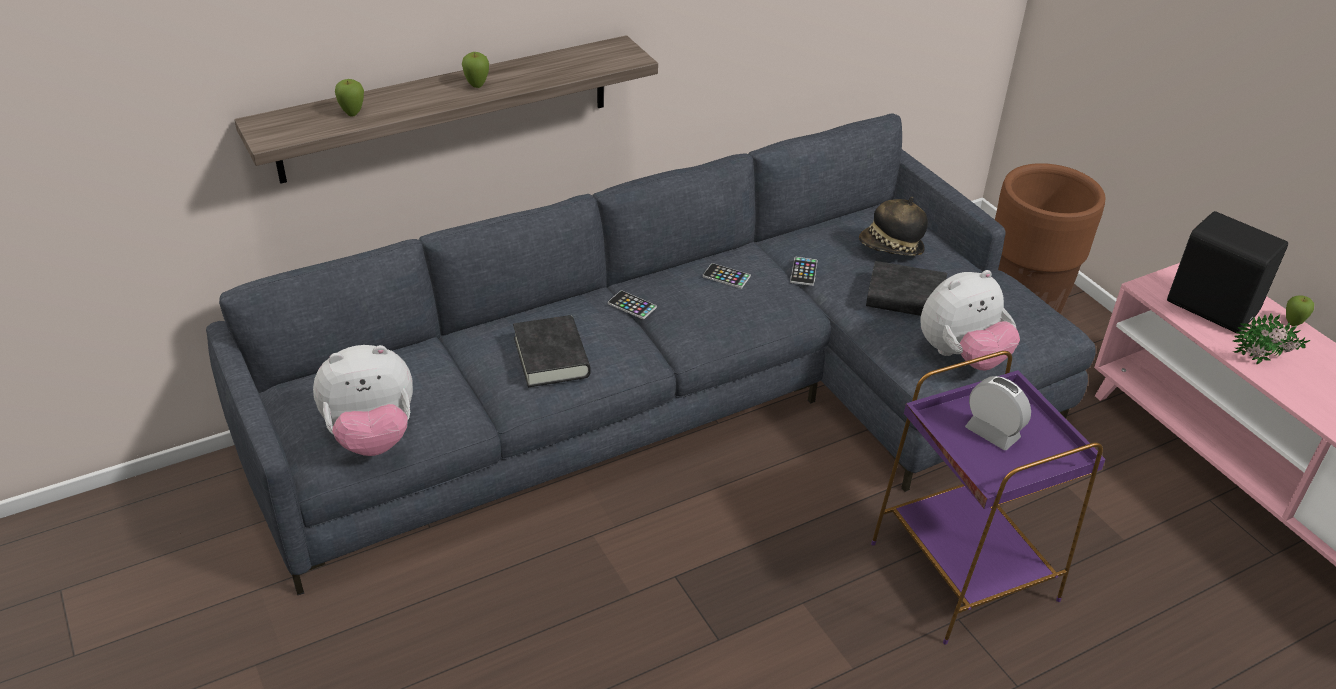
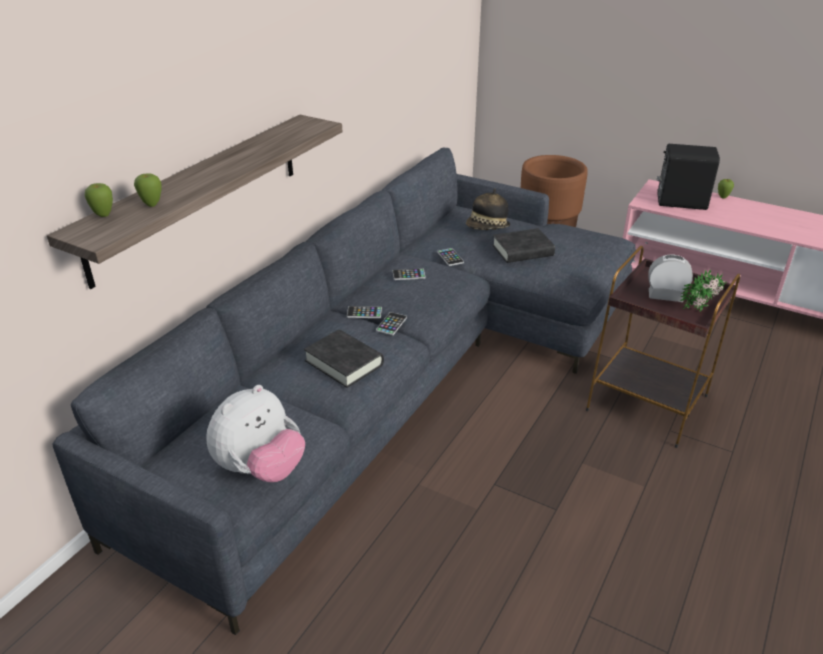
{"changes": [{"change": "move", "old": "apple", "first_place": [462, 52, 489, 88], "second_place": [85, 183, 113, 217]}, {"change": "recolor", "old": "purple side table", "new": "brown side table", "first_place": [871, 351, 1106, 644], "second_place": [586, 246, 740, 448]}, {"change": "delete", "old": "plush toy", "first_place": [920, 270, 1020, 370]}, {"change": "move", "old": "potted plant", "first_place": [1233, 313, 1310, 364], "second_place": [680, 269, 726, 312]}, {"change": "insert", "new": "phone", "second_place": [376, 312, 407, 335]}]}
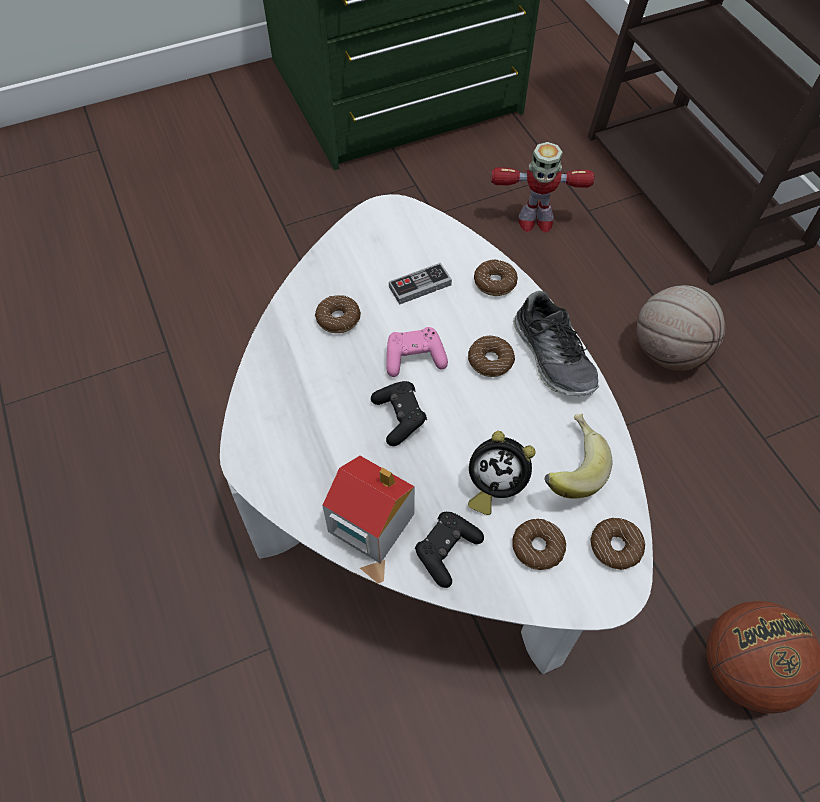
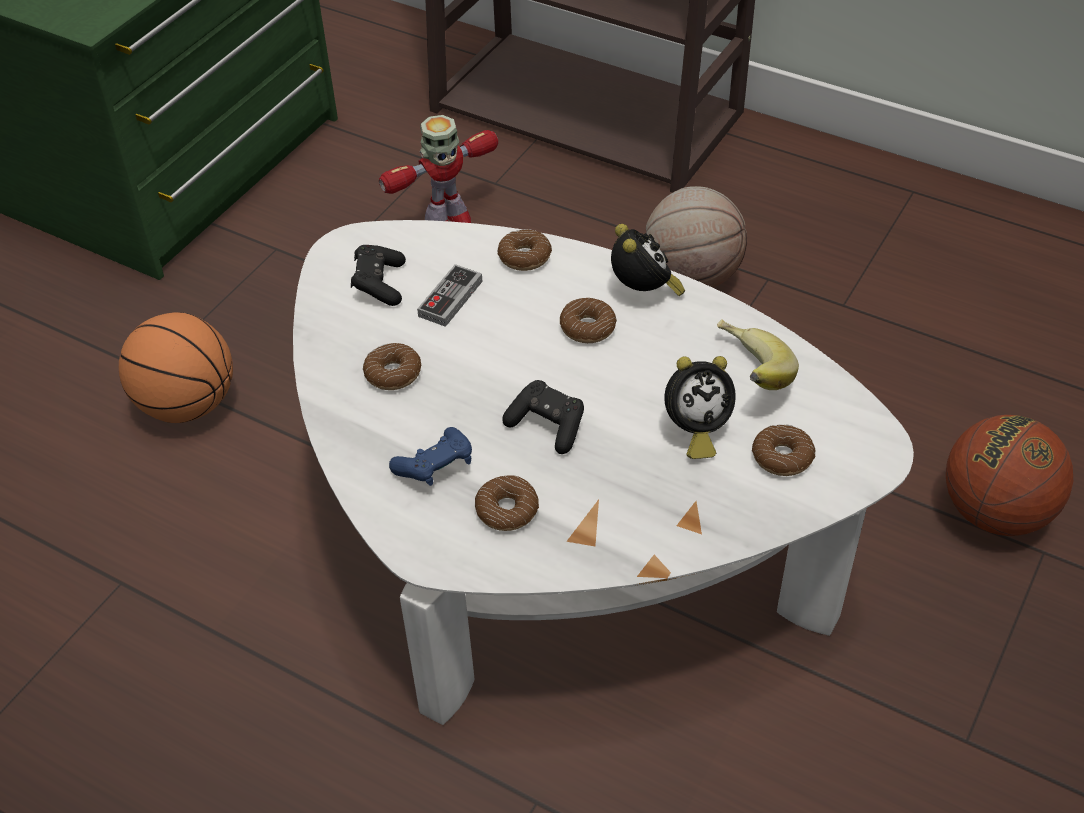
{"changes": [{"change": "delete", "old": "toy house", "first_place": [322, 456, 415, 563]}, {"change": "delete", "old": "pink game controller", "first_place": [386, 327, 448, 377]}, {"change": "move", "old": "black game controller", "first_place": [415, 512, 484, 588], "second_place": [351, 245, 406, 306]}, {"change": "replace", "old": "shoe", "new": "alarm clock", "first_place": [513, 291, 599, 396], "second_place": [611, 224, 685, 296]}, {"change": "move", "old": "donut", "first_place": [590, 518, 645, 570], "second_place": [475, 475, 539, 531]}, {"change": "insert", "new": "basketball", "second_place": [119, 312, 233, 423]}, {"change": "insert", "new": "blue game controller", "second_place": [389, 427, 472, 486]}]}
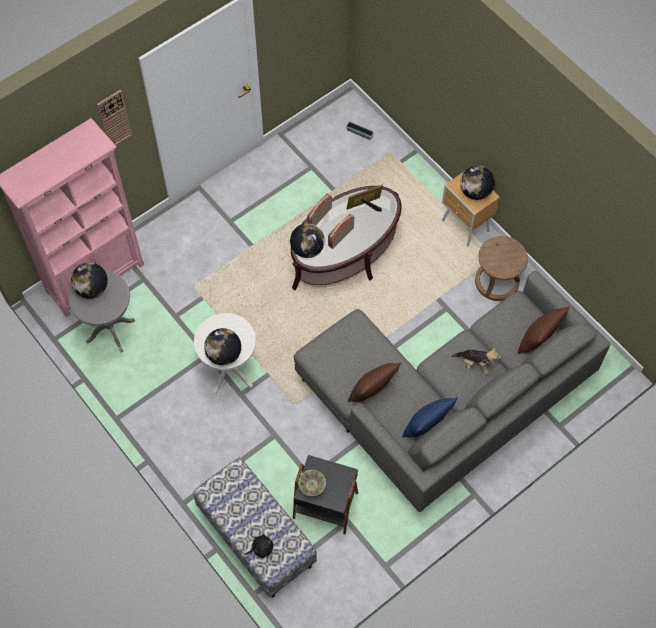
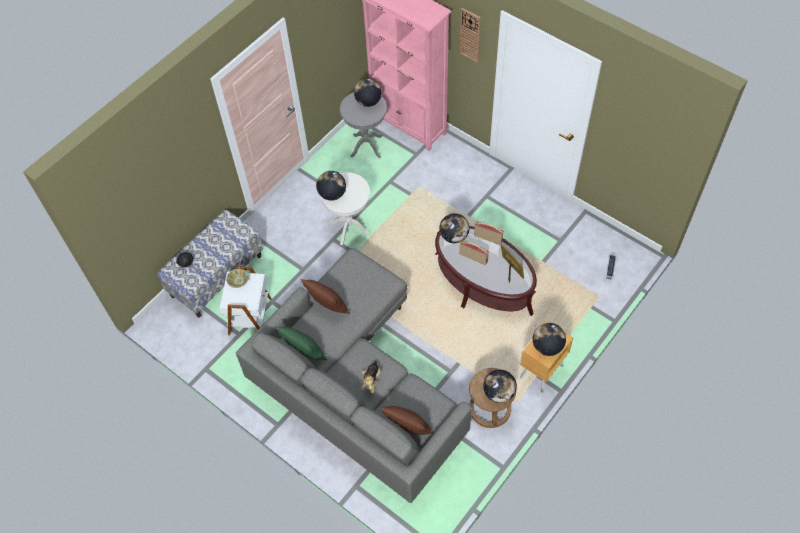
{"changes": [{"change": "recolor", "old": "black side table", "new": "white side table", "first_place": [293, 455, 358, 534], "second_place": [220, 266, 272, 335]}, {"change": "recolor", "old": "blue pillow", "new": "green pillow", "first_place": [402, 398, 458, 438], "second_place": [275, 326, 327, 360]}, {"change": "insert", "new": "globe", "second_place": [483, 370, 517, 403]}]}
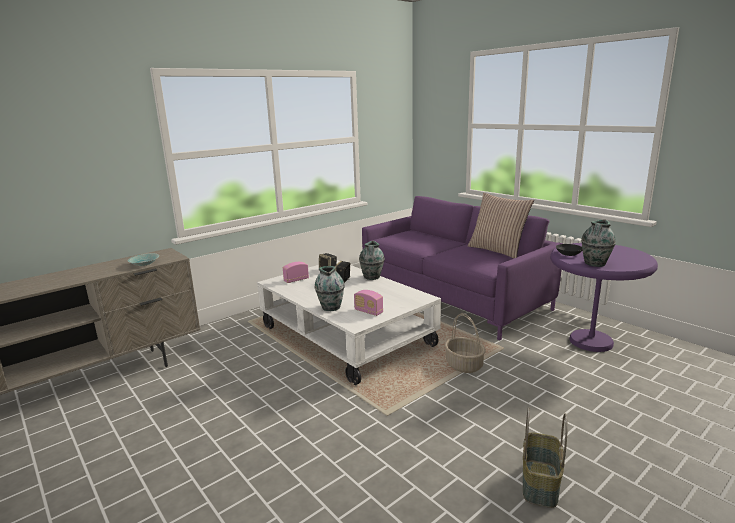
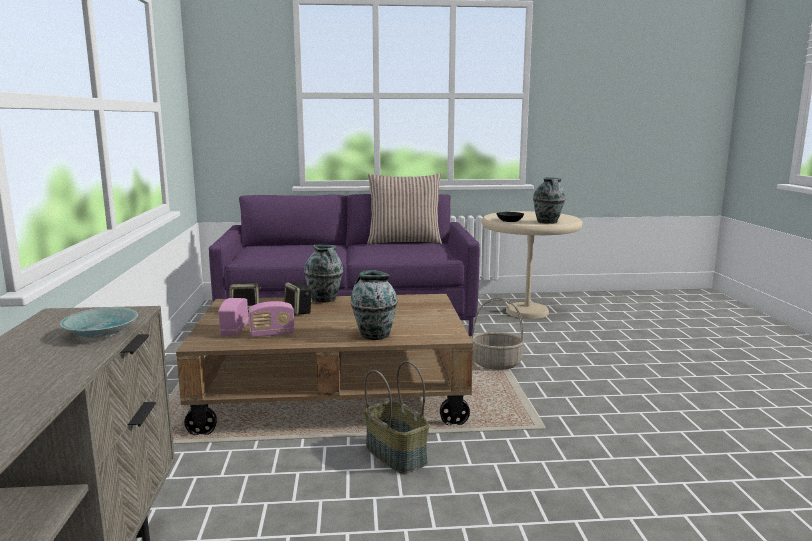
{"changes": [{"change": "recolor", "old": "white coffee table", "new": "brown coffee table", "first_place": [257, 260, 441, 385], "second_place": [176, 294, 473, 435]}, {"change": "move", "old": "radio", "first_place": [354, 290, 383, 316], "second_place": [249, 301, 295, 337]}, {"change": "move", "old": "basket", "first_place": [523, 407, 568, 508], "second_place": [364, 361, 429, 474]}, {"change": "recolor", "old": "purple side table", "new": "beige side table", "first_place": [550, 243, 658, 352], "second_place": [482, 211, 582, 319]}]}
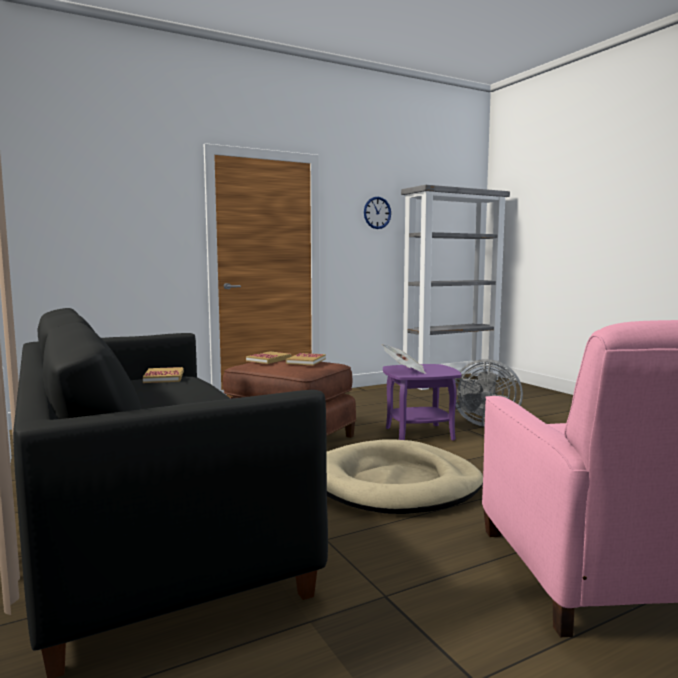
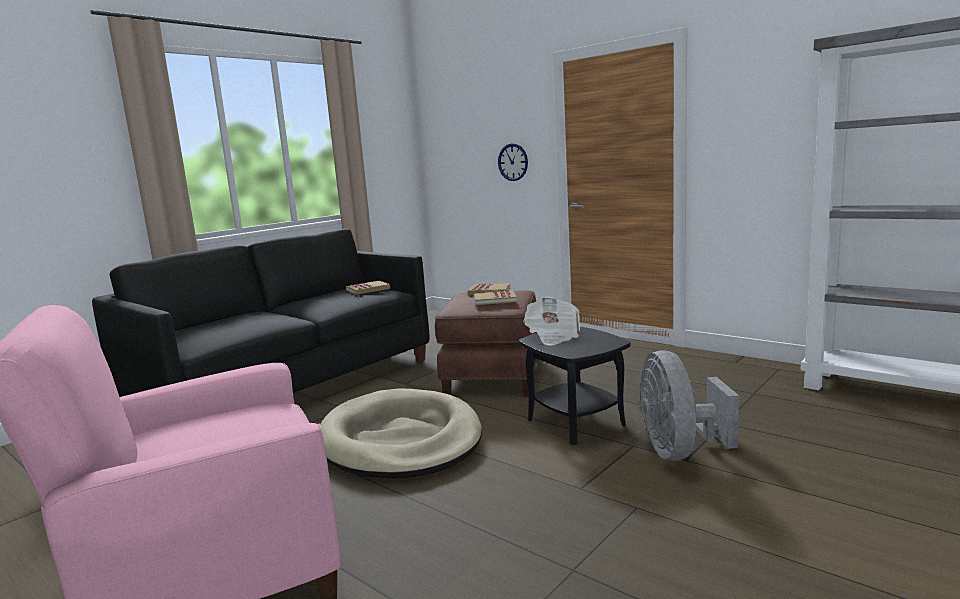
{"changes": [{"change": "move", "old": "wall clock", "first_place": [364, 197, 391, 229], "second_place": [498, 143, 528, 181]}, {"change": "recolor", "old": "purple side table", "new": "black side table", "first_place": [383, 364, 462, 441], "second_place": [519, 326, 631, 445]}]}
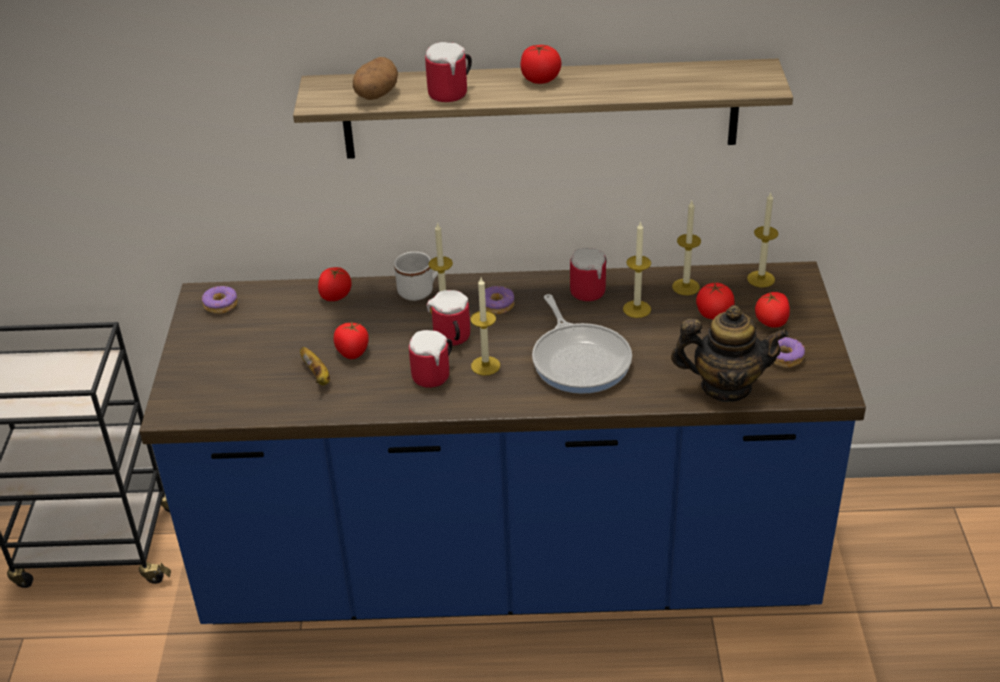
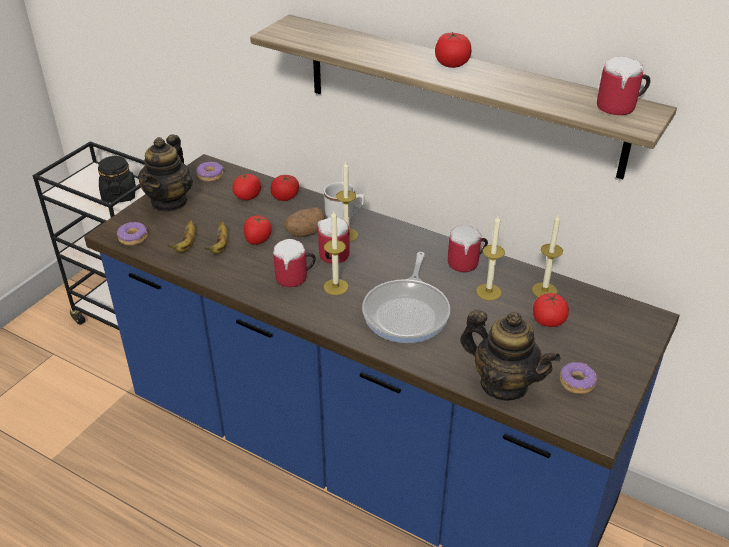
{"changes": [{"change": "move", "old": "potato", "first_place": [353, 57, 398, 100], "second_place": [284, 207, 325, 237]}, {"change": "move", "old": "mug", "first_place": [425, 42, 472, 102], "second_place": [597, 57, 650, 115]}, {"change": "move", "old": "donut", "first_place": [485, 286, 515, 314], "second_place": [117, 222, 148, 246]}, {"change": "delete", "old": "candle", "first_place": [747, 193, 778, 287]}, {"change": "move", "old": "tomato", "first_place": [755, 291, 790, 328], "second_place": [232, 173, 261, 200]}, {"change": "insert", "new": "black jar", "second_place": [98, 156, 136, 203]}, {"change": "insert", "new": "teapot", "second_place": [138, 134, 193, 212]}, {"change": "insert", "new": "banana", "second_place": [167, 220, 195, 252]}]}
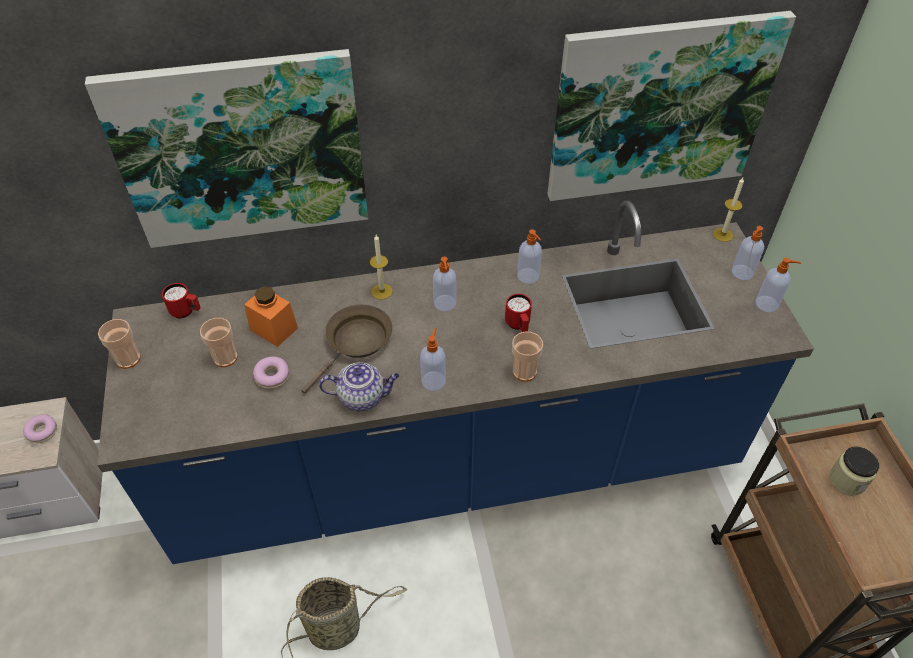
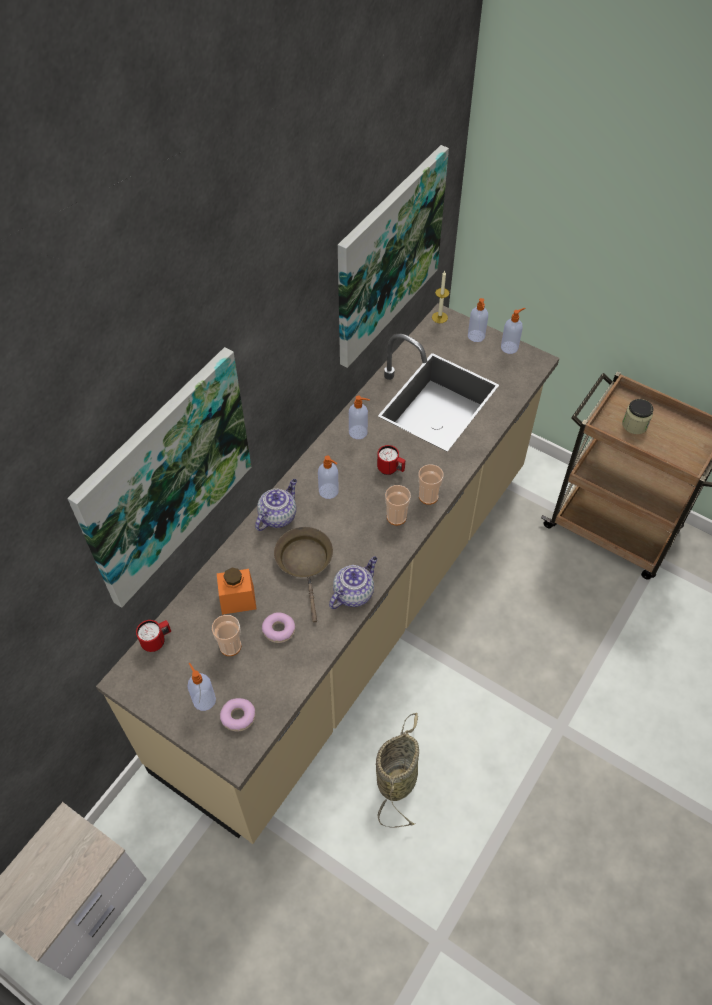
{"changes": [{"change": "move", "old": "donut", "first_place": [23, 414, 57, 443], "second_place": [220, 698, 255, 731]}, {"change": "recolor", "old": "blue counter", "new": "beige counter", "first_place": [97, 200, 814, 564], "second_place": [96, 303, 559, 844]}, {"change": "move", "old": "cup", "first_place": [98, 319, 141, 369], "second_place": [385, 485, 411, 525]}, {"change": "replace", "old": "candle", "new": "teapot", "first_place": [370, 235, 393, 299], "second_place": [255, 479, 297, 531]}, {"change": "move", "old": "soap dispenser", "first_place": [420, 327, 446, 391], "second_place": [187, 663, 216, 711]}]}
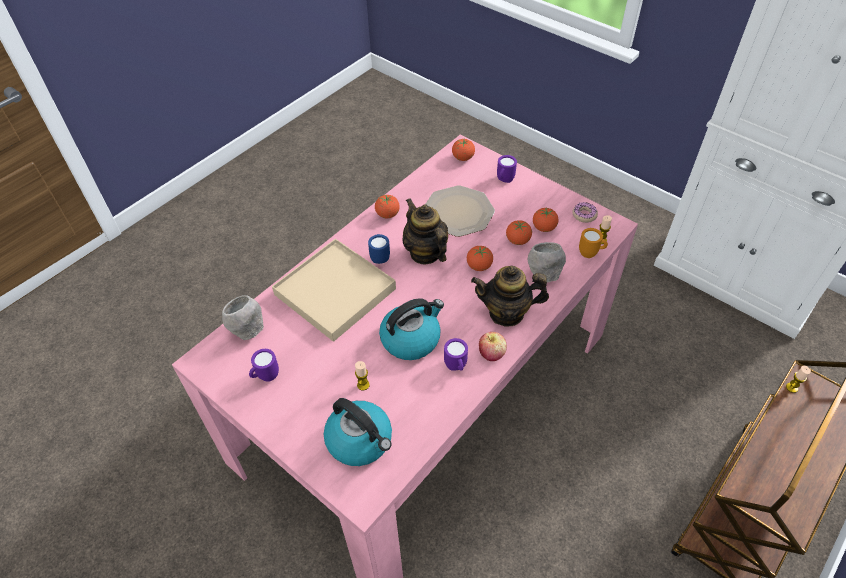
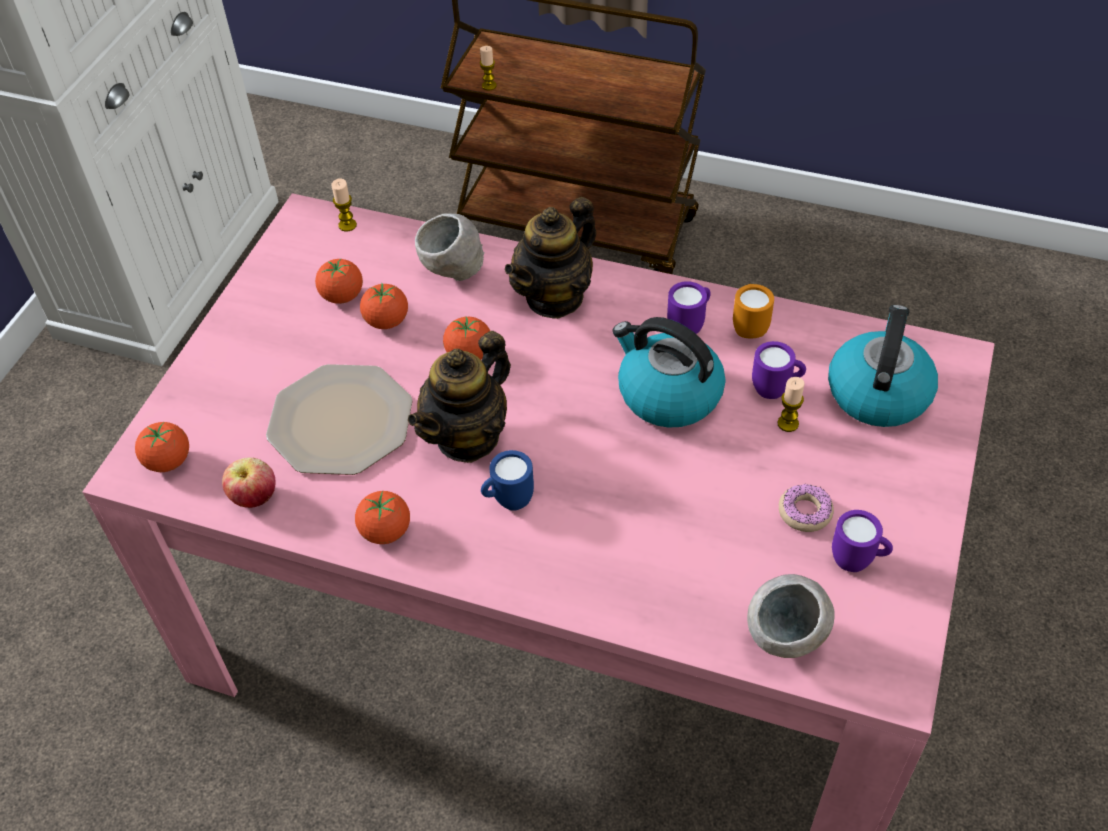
{"changes": [{"change": "delete", "old": "beige tray", "first_place": [272, 239, 396, 342]}, {"change": "rotate", "old": "teapot", "first_place": [471, 266, 549, 326], "second_place": [505, 197, 597, 319], "degrees": 60}, {"change": "move", "old": "apple", "first_place": [479, 332, 507, 361], "second_place": [222, 457, 275, 508]}, {"change": "move", "old": "purple mug", "first_place": [497, 155, 517, 183], "second_place": [752, 341, 806, 399]}, {"change": "move", "old": "donut", "first_place": [573, 202, 598, 223], "second_place": [779, 484, 834, 532]}, {"change": "move", "old": "orange mug", "first_place": [579, 228, 608, 258], "second_place": [733, 284, 774, 338]}]}
